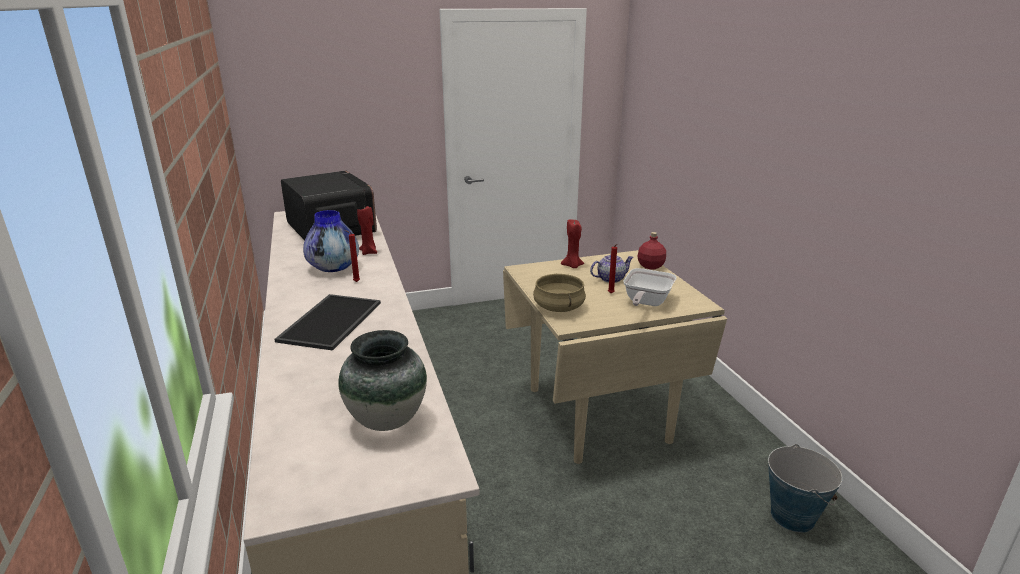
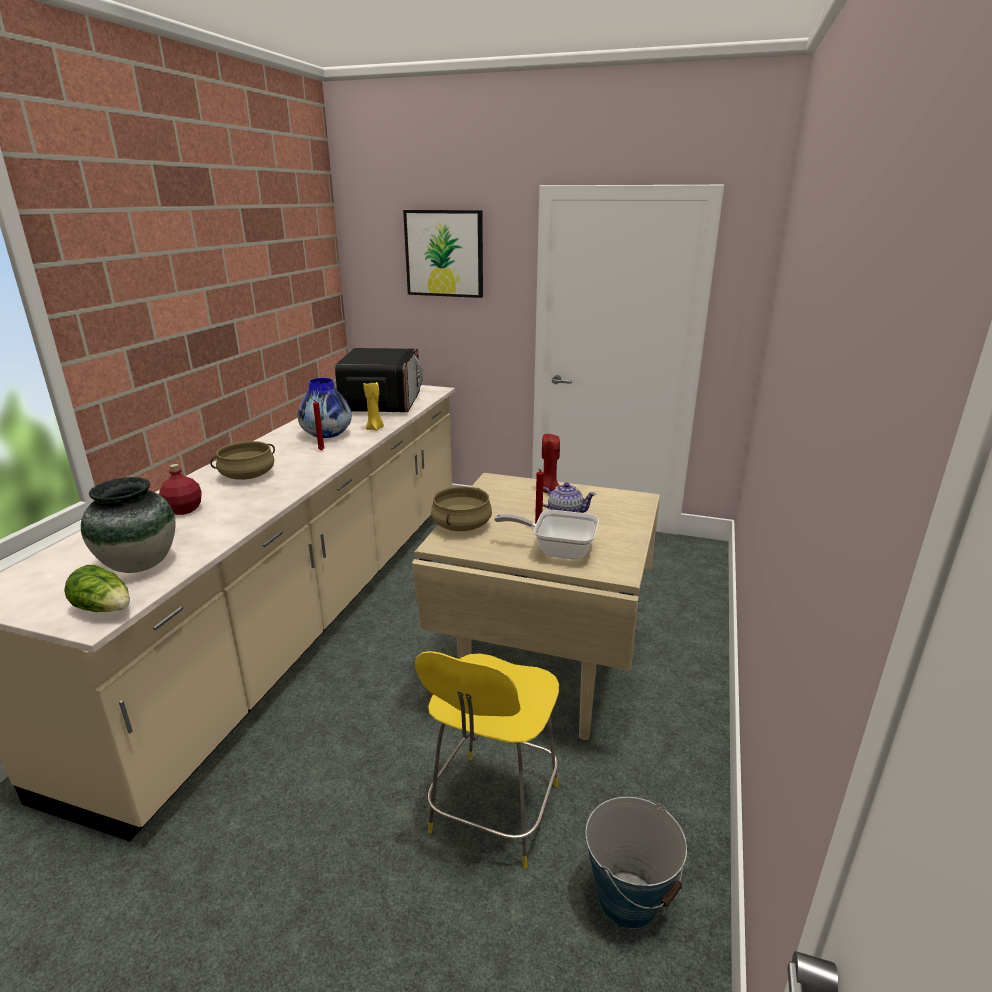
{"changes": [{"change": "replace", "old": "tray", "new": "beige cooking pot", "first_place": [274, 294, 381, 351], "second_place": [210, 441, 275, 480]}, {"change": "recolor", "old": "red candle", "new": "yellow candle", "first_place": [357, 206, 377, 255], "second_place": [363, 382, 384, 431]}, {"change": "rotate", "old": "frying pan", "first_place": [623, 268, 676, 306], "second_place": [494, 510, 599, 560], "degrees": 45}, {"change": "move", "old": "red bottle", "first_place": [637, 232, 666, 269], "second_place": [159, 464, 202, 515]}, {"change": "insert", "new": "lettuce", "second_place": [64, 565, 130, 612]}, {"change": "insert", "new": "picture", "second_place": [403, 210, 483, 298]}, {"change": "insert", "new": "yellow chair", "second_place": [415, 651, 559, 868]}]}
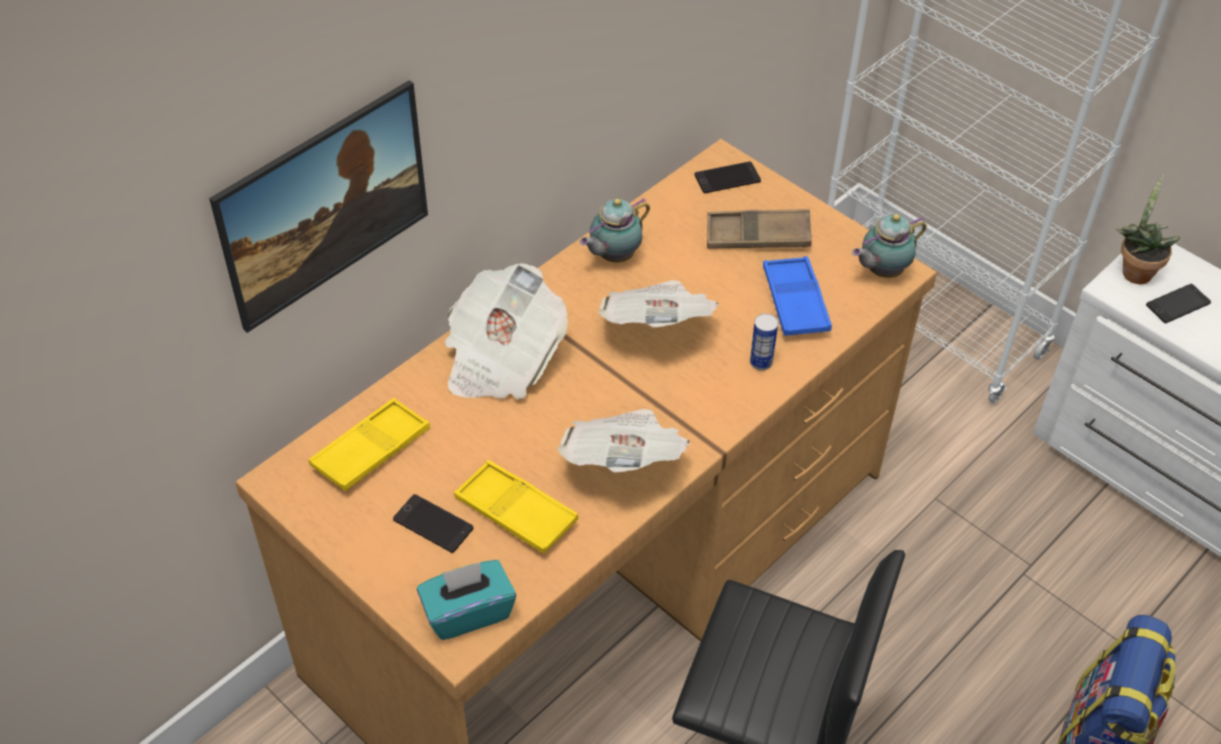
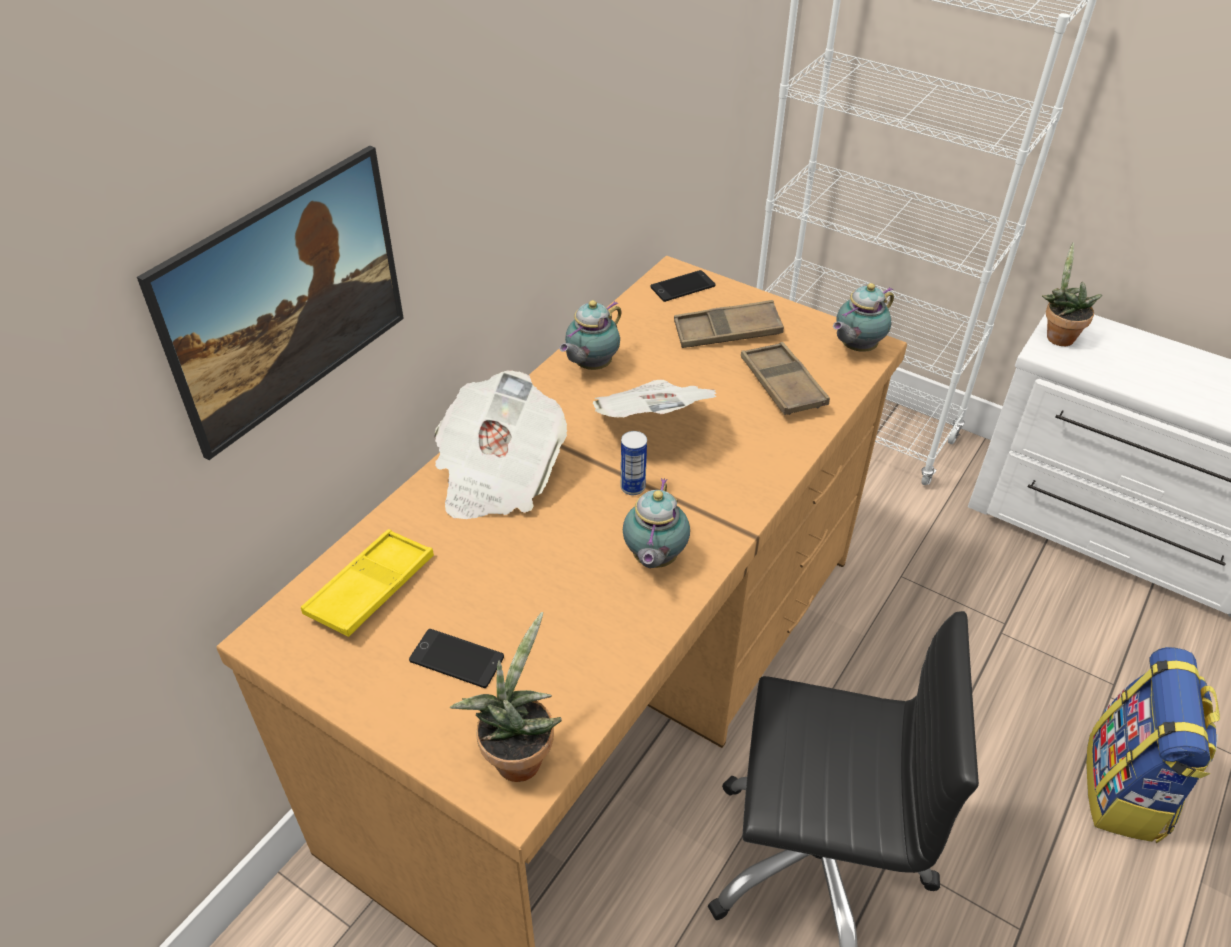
{"changes": [{"change": "replace", "old": "turquoise tissue box", "new": "potted plant", "first_place": [417, 560, 516, 640], "second_place": [450, 612, 562, 782]}, {"change": "delete", "old": "yellow tray", "first_place": [454, 460, 578, 554]}, {"change": "replace", "old": "newspaper", "new": "teapot", "first_place": [557, 409, 691, 472], "second_place": [623, 478, 690, 568]}, {"change": "move", "old": "can", "first_place": [750, 314, 778, 371], "second_place": [621, 431, 647, 495]}, {"change": "recolor", "old": "blue tray", "new": "brown tray", "first_place": [763, 256, 832, 336], "second_place": [741, 342, 830, 415]}, {"change": "delete", "old": "phone", "first_place": [1146, 284, 1211, 324]}]}
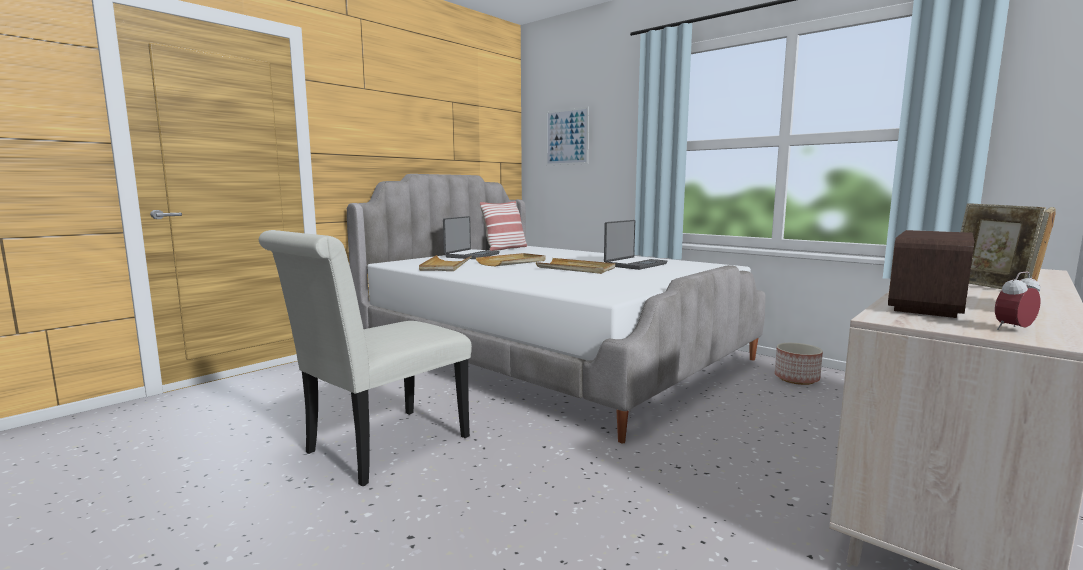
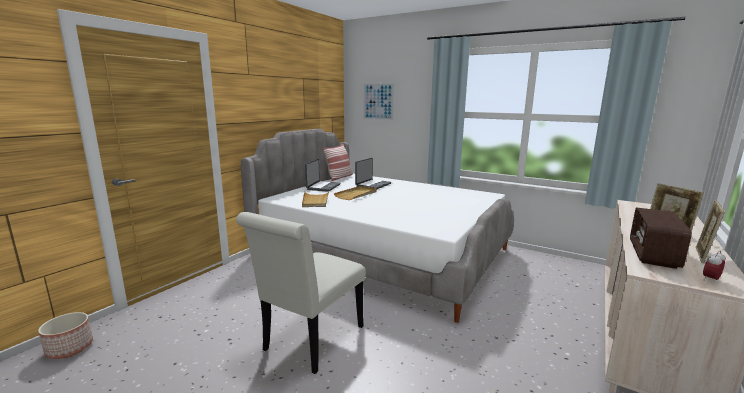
{"changes": [{"change": "delete", "old": "beige tray", "first_place": [536, 258, 615, 274]}, {"change": "move", "old": "laptop", "first_place": [604, 220, 667, 270], "second_place": [355, 158, 391, 189]}, {"change": "move", "old": "planter", "first_place": [775, 343, 823, 385], "second_place": [38, 312, 93, 359]}]}
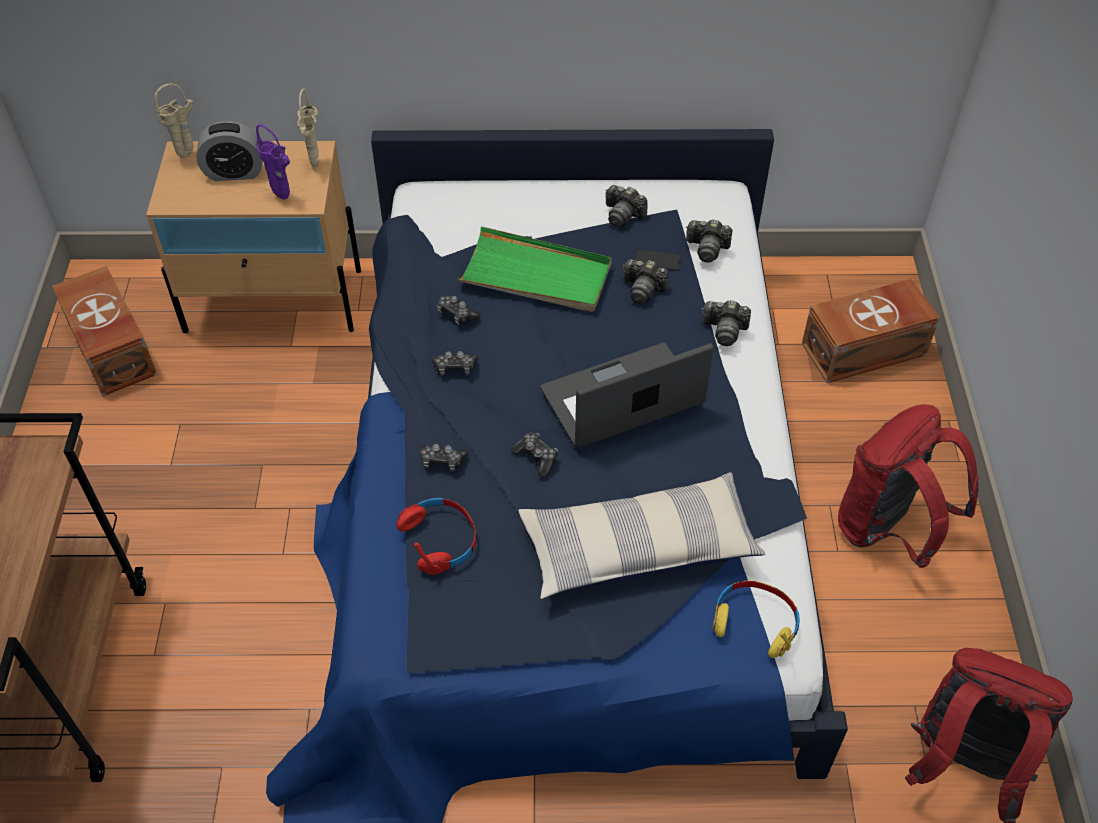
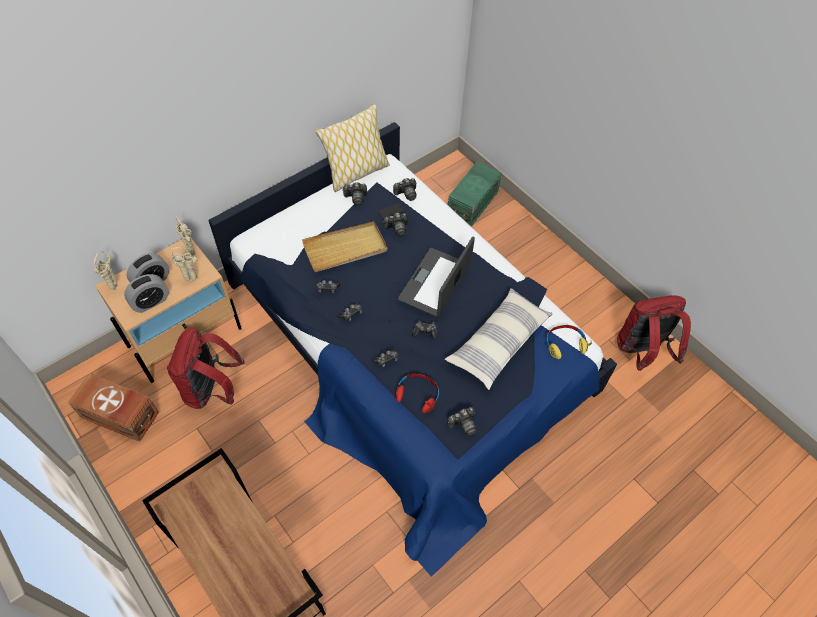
{"changes": [{"change": "recolor", "old": "purple vase", "new": "beige vase", "first_place": [255, 124, 290, 199], "second_place": [171, 247, 198, 281]}, {"change": "recolor", "old": "green tray", "new": "beige tray", "first_place": [457, 226, 612, 312], "second_place": [302, 221, 387, 272]}, {"change": "move", "old": "photo camera", "first_place": [702, 300, 751, 346], "second_place": [447, 407, 477, 436]}, {"change": "recolor", "old": "brown storage box", "new": "green storage box", "first_place": [802, 279, 940, 383], "second_place": [448, 161, 502, 227]}, {"change": "move", "old": "red backpack", "first_place": [838, 404, 978, 568], "second_place": [167, 327, 245, 409]}, {"change": "insert", "new": "alarm clock", "second_place": [124, 274, 169, 313]}, {"change": "insert", "new": "pillow", "second_place": [316, 104, 390, 192]}]}
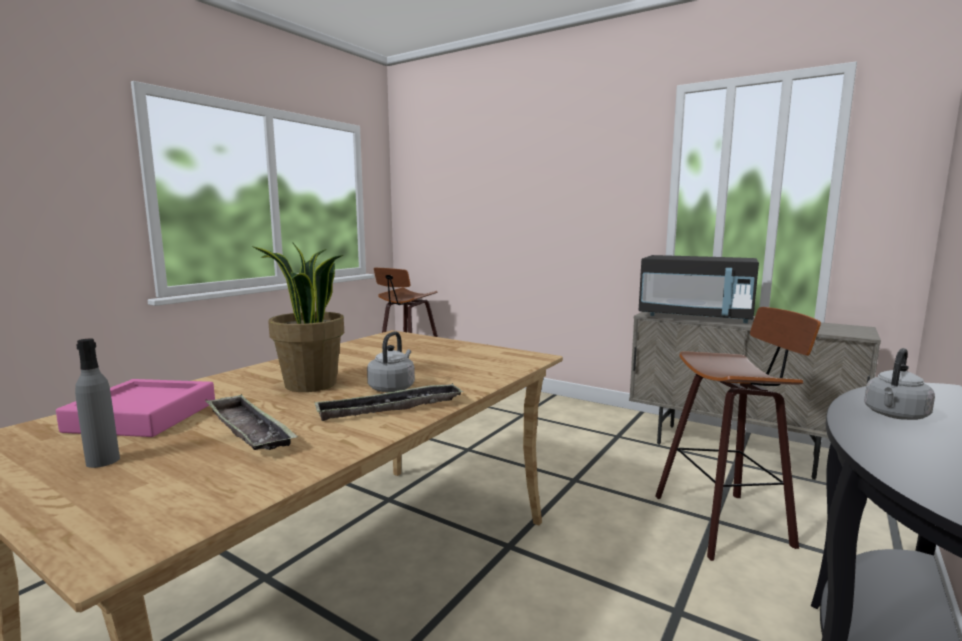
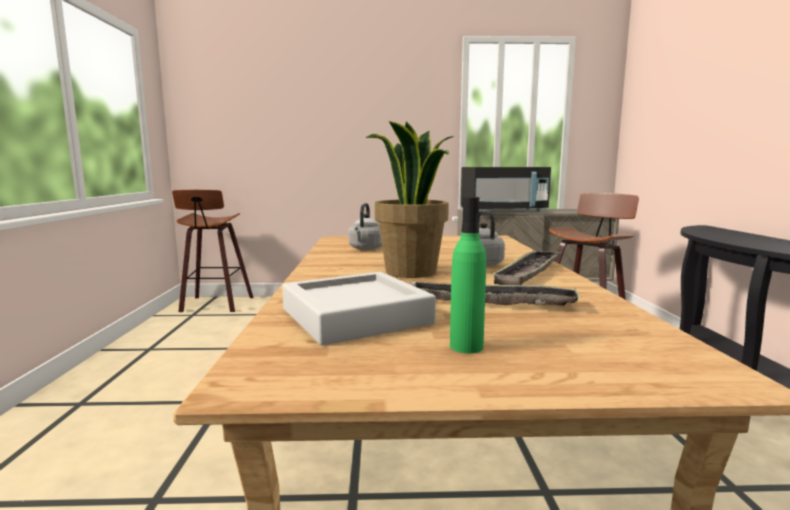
{"changes": [{"change": "recolor", "old": "pink tray", "new": "grey tray", "first_place": [56, 379, 215, 437], "second_place": [282, 272, 436, 346]}, {"change": "recolor", "old": "grey bottle", "new": "green bottle", "first_place": [75, 339, 120, 468], "second_place": [450, 197, 486, 353]}, {"change": "move", "old": "grey kettle", "first_place": [864, 348, 935, 420], "second_place": [349, 203, 382, 250]}]}
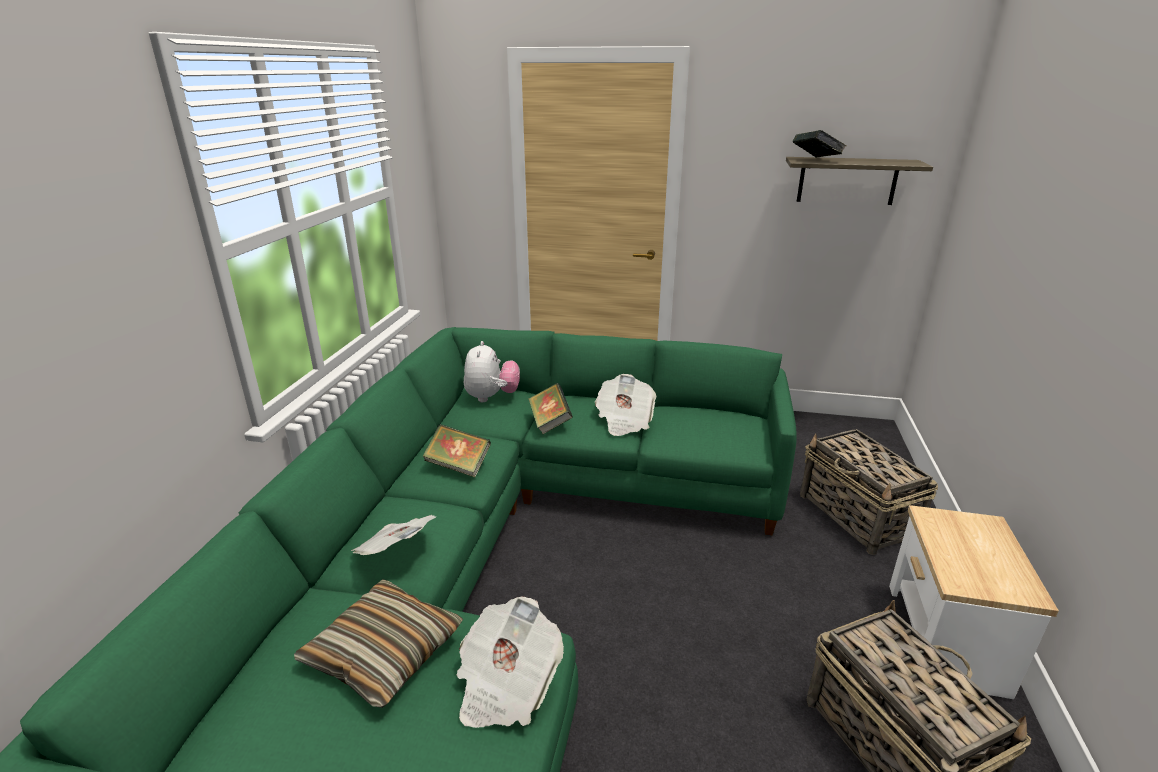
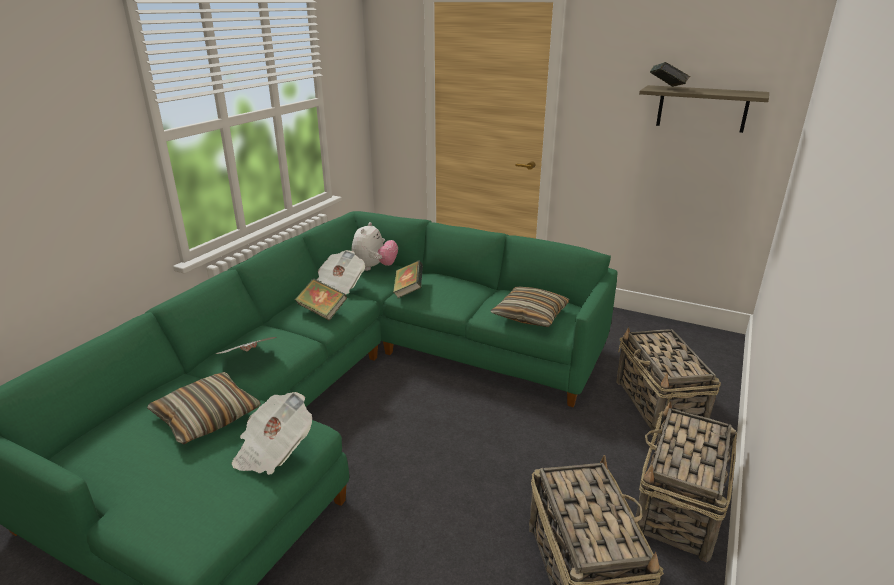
{"changes": [{"change": "move", "old": "newspaper", "first_place": [595, 374, 656, 436], "second_place": [317, 250, 365, 294]}, {"change": "replace", "old": "side table", "new": "basket", "first_place": [889, 505, 1059, 699], "second_place": [636, 401, 737, 562]}, {"change": "insert", "new": "pillow", "second_place": [490, 287, 570, 327]}]}
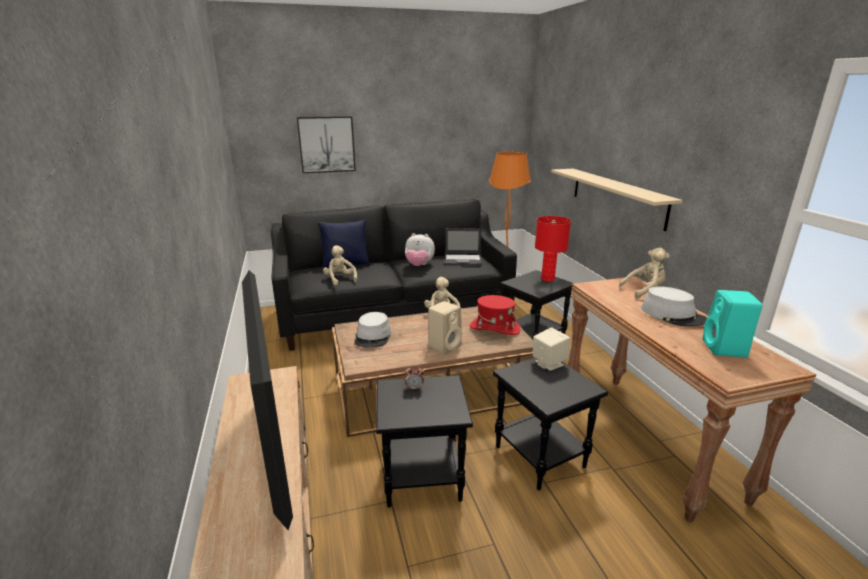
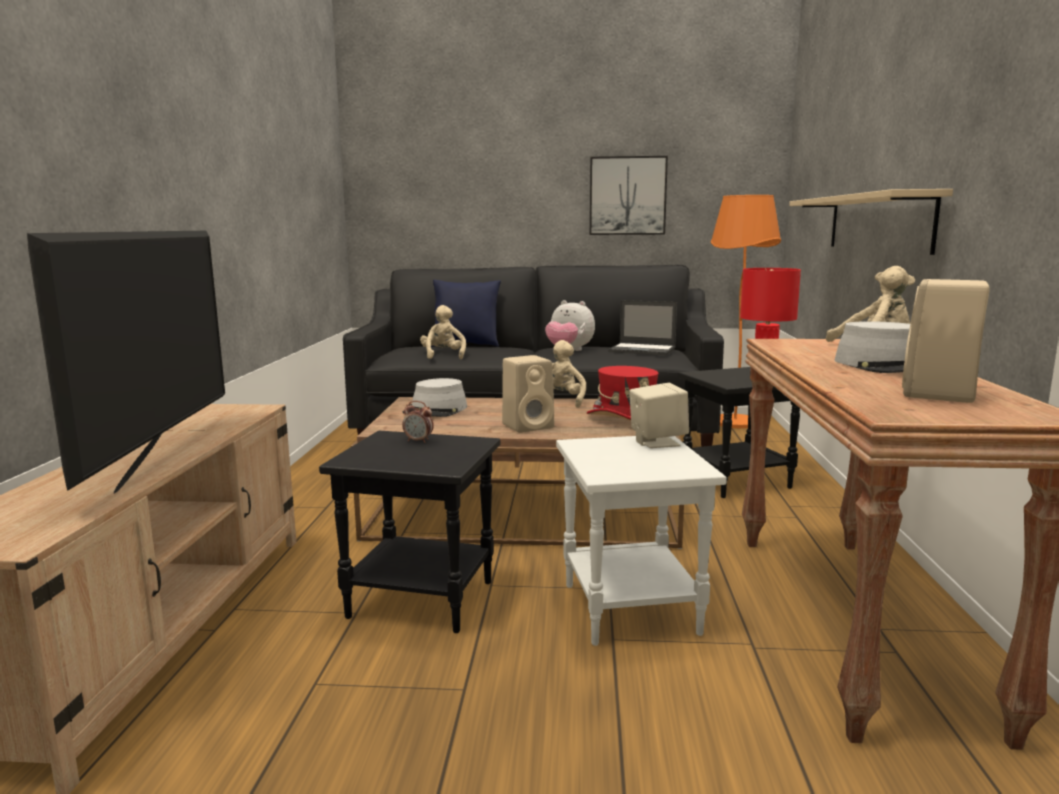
{"changes": [{"change": "move", "old": "picture", "first_place": [297, 116, 356, 173], "second_place": [590, 156, 668, 235]}, {"change": "recolor", "old": "black side table", "new": "white side table", "first_place": [493, 358, 608, 490], "second_place": [556, 436, 727, 646]}, {"change": "recolor", "old": "turquoise speaker", "new": "beige speaker", "first_place": [703, 290, 763, 358], "second_place": [902, 279, 990, 403]}]}
